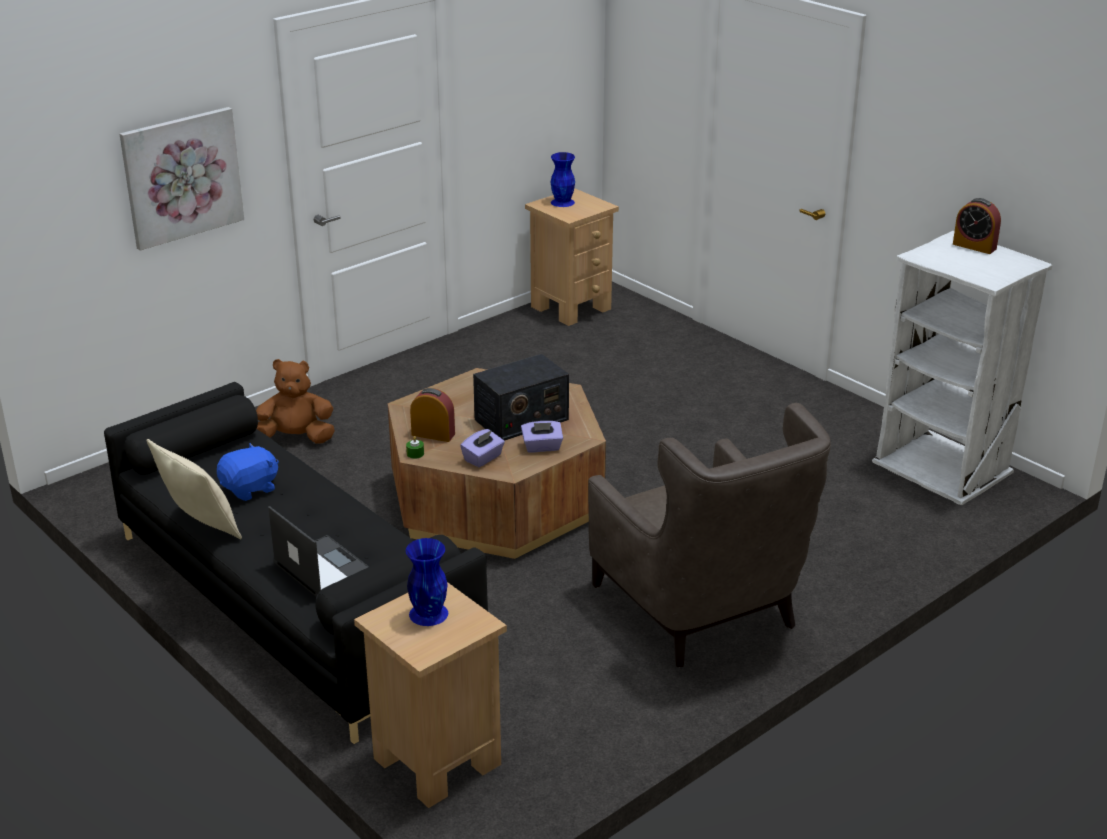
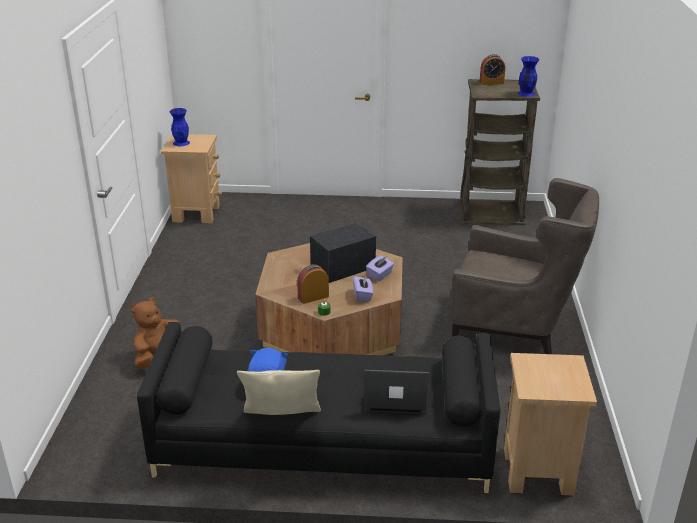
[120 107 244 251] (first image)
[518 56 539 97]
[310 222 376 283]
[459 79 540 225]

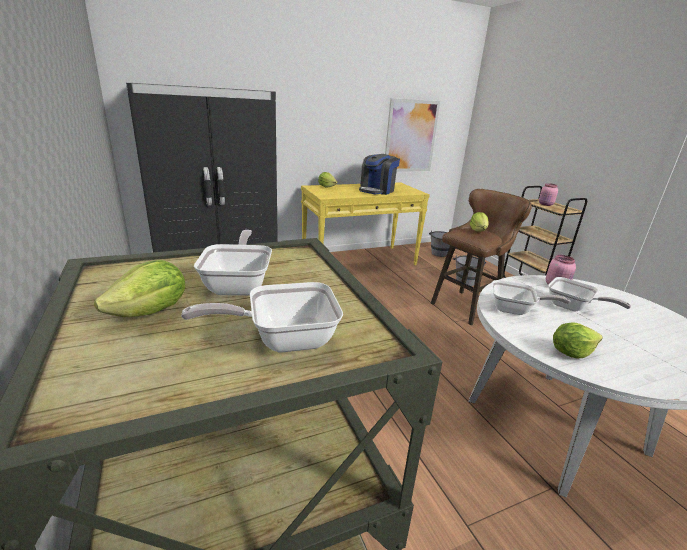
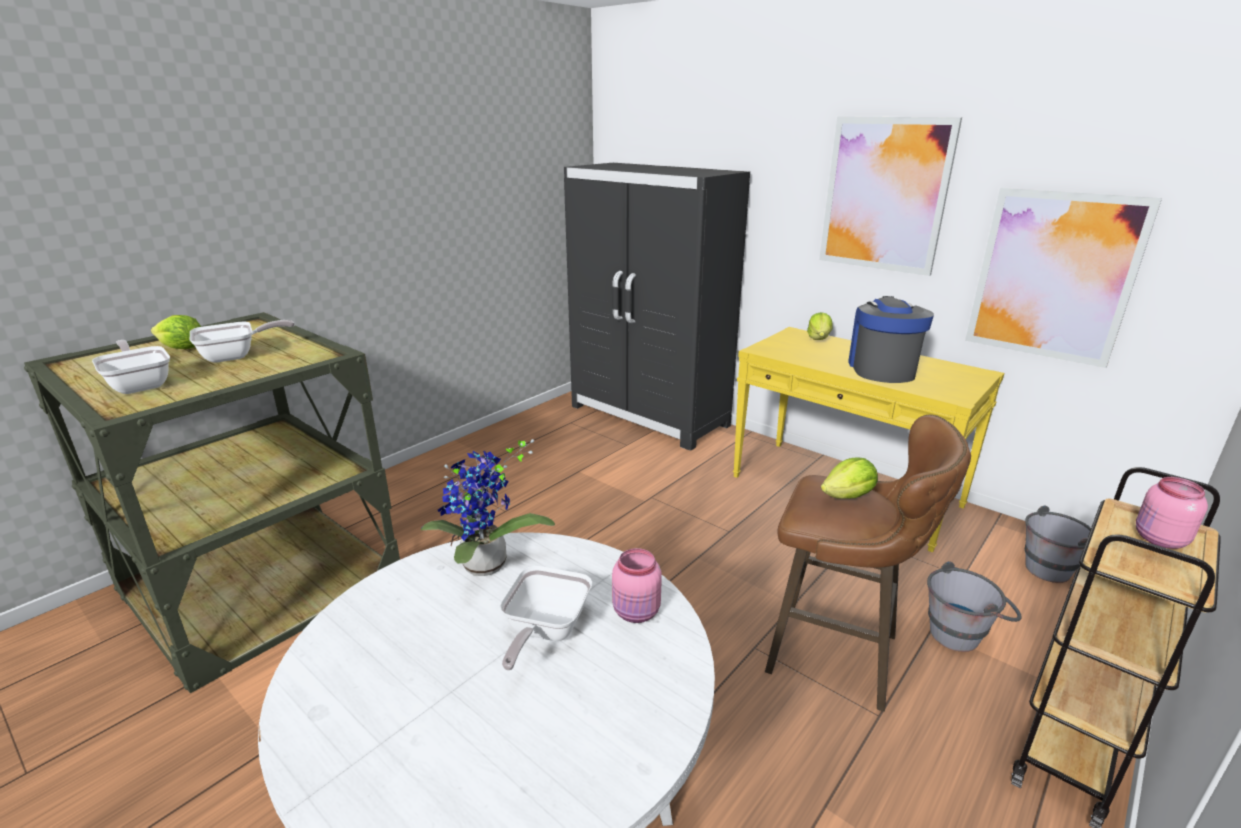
[848 296 934 383]
[421 439 555 576]
[553 323 603 358] (first image)
[819 116 962 276]

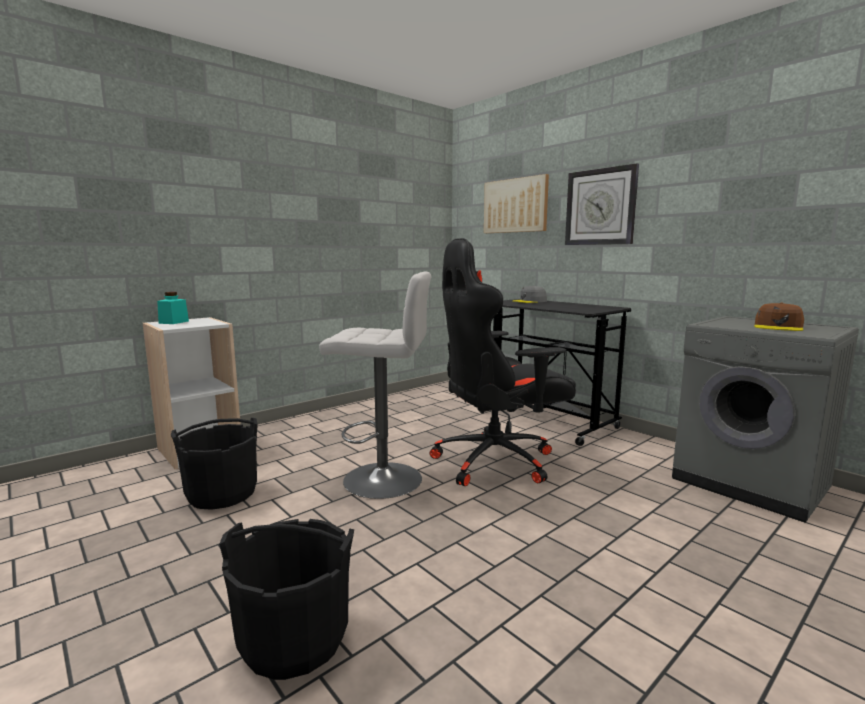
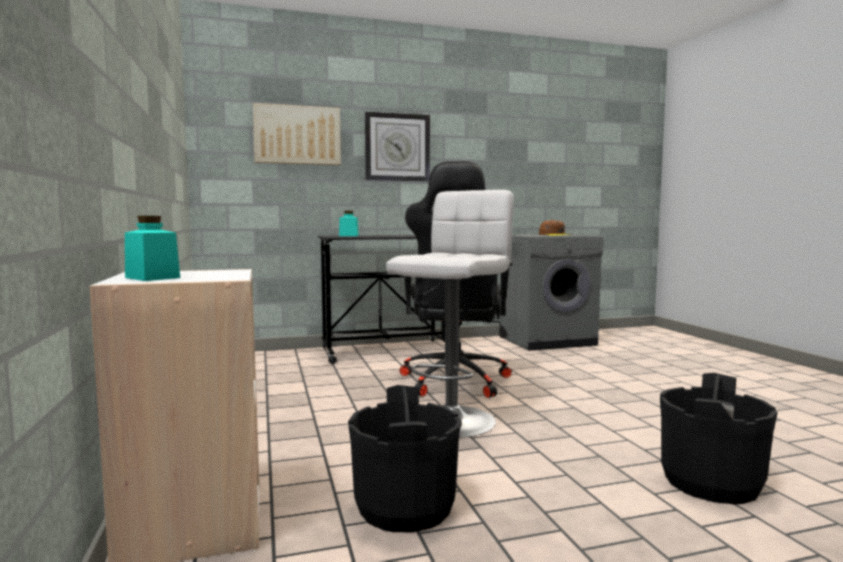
[339 211 359 236]

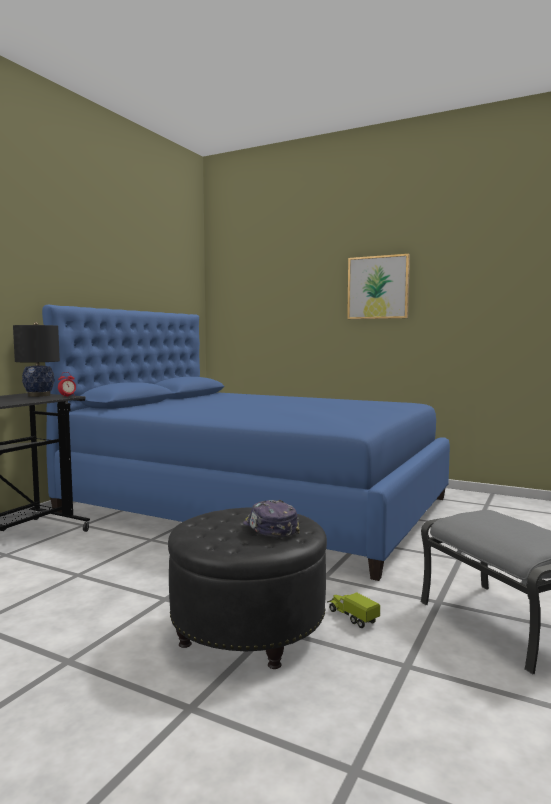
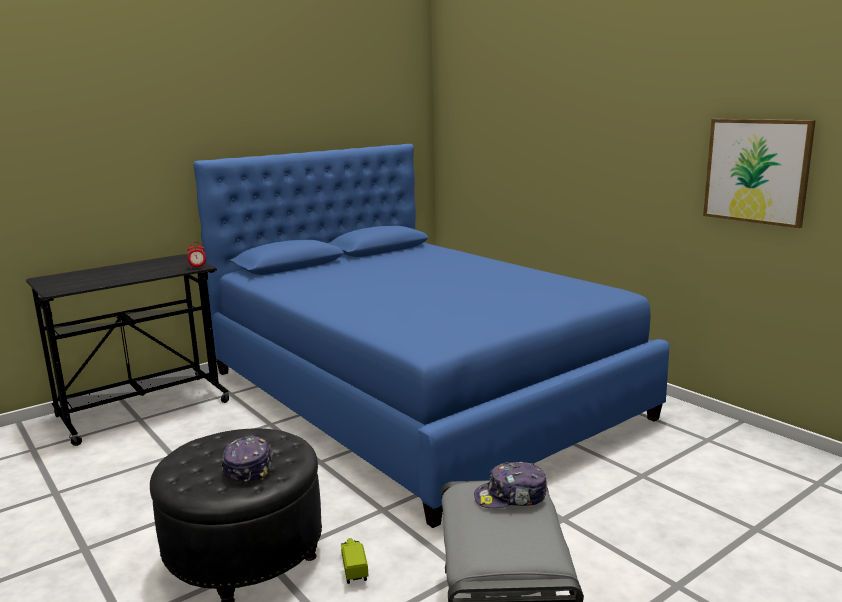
[13 322 60 397] (first image)
[703 119 816 228]
[474 462 547 508]

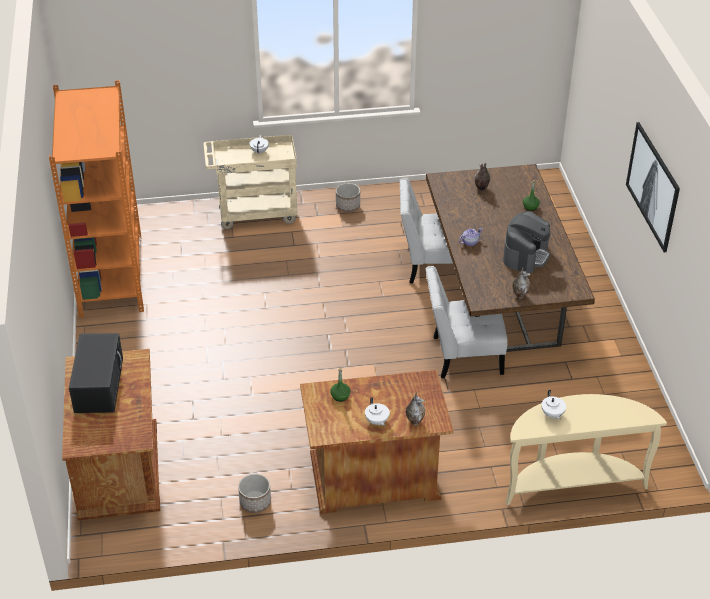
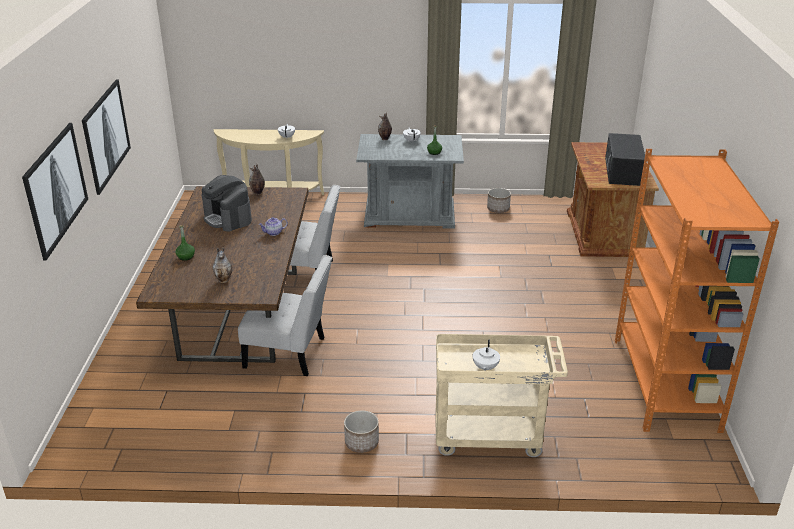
[356 134 464 229]
[202 175 252 232]
[22 123 88 260]

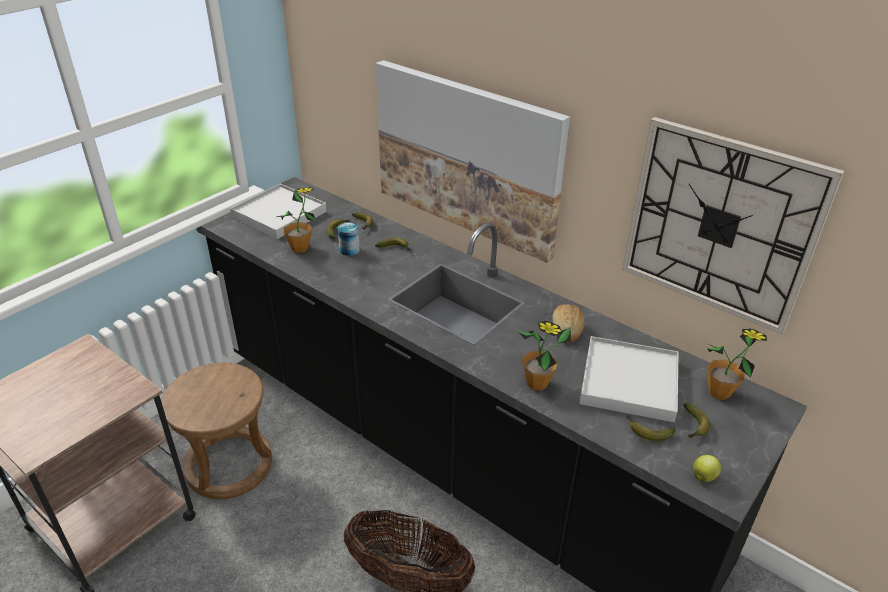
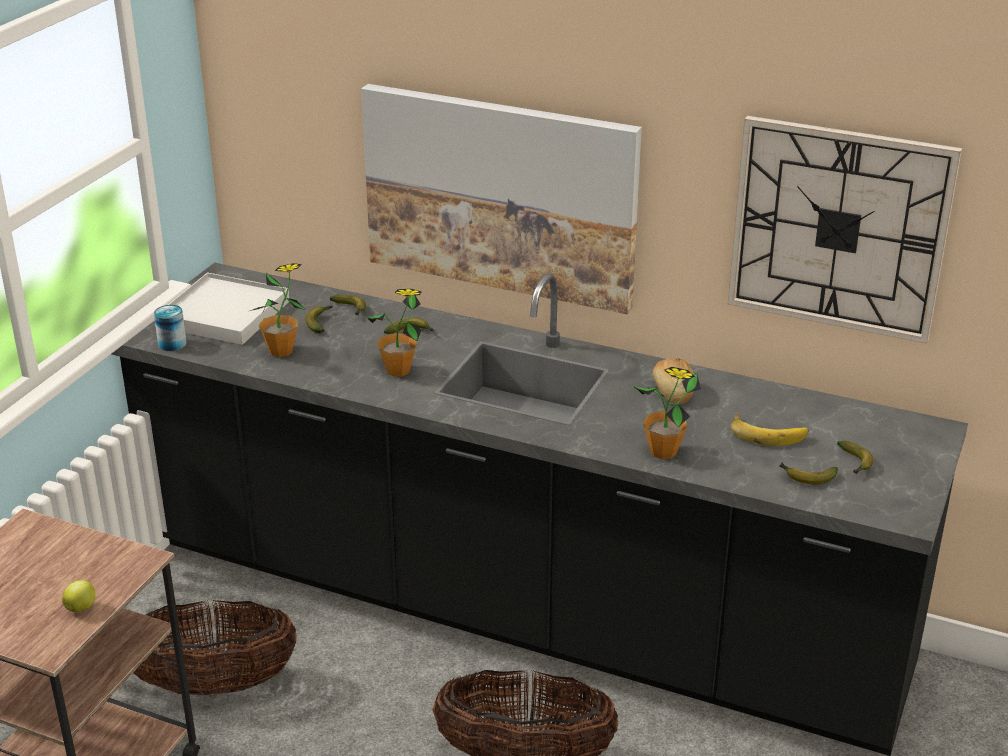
[133 600 297 696]
[154 305 187 351]
[731 412 809 446]
[62 580 95 612]
[366 289 422 377]

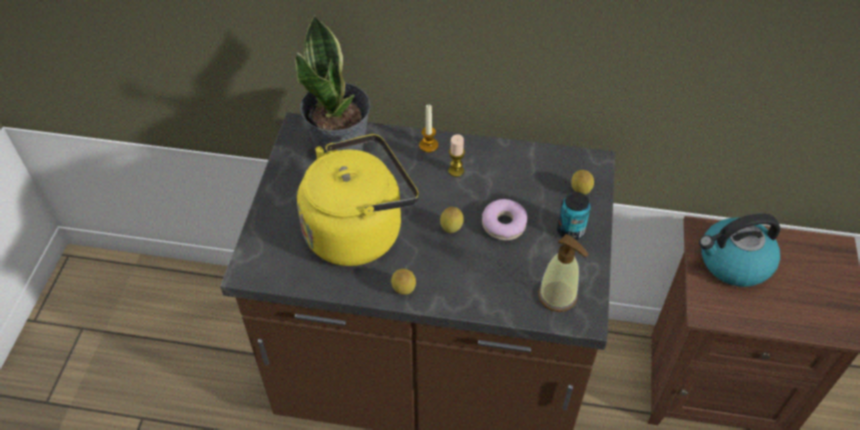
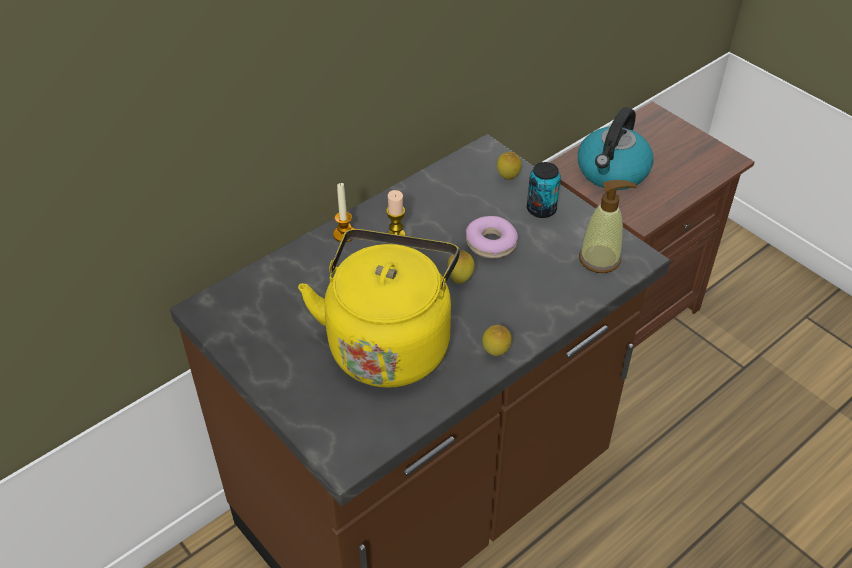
[295 14 371 153] (first image)

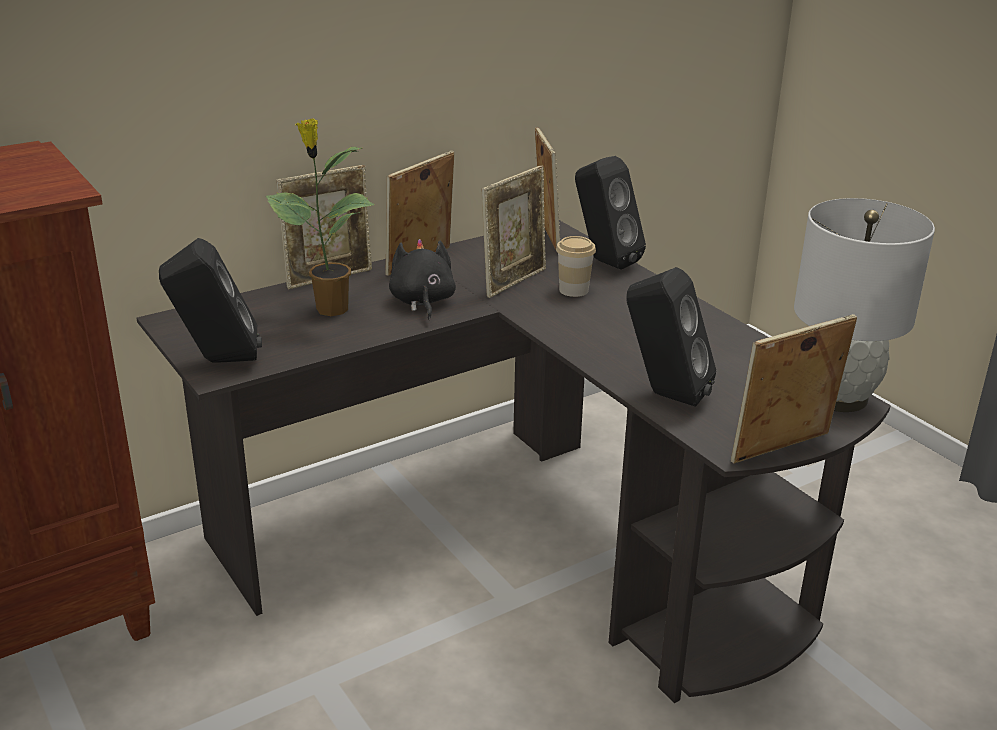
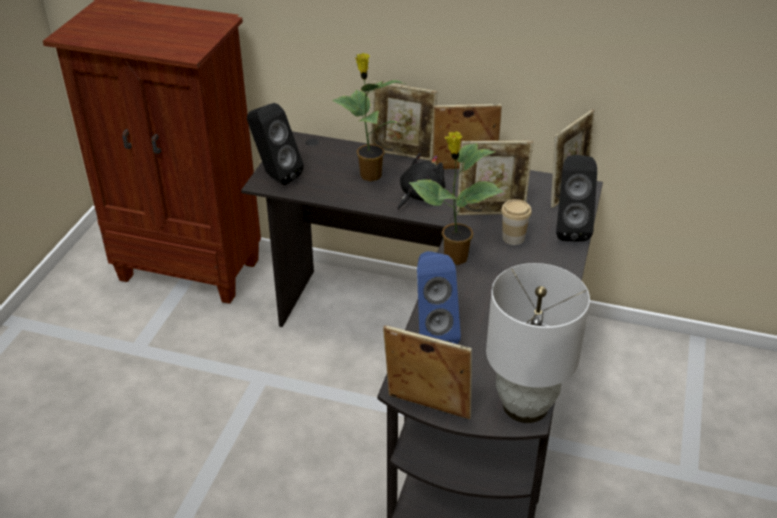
[417 251 461 344]
[409 131 504 265]

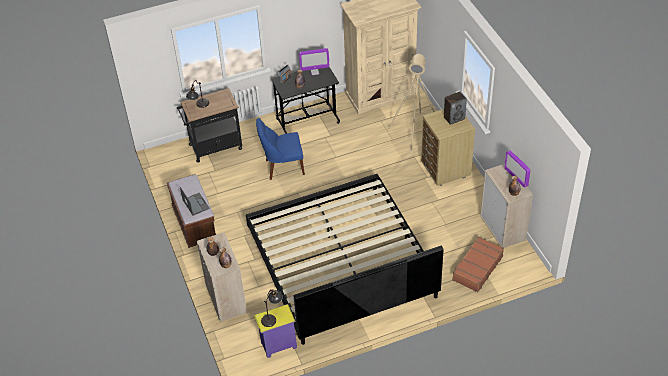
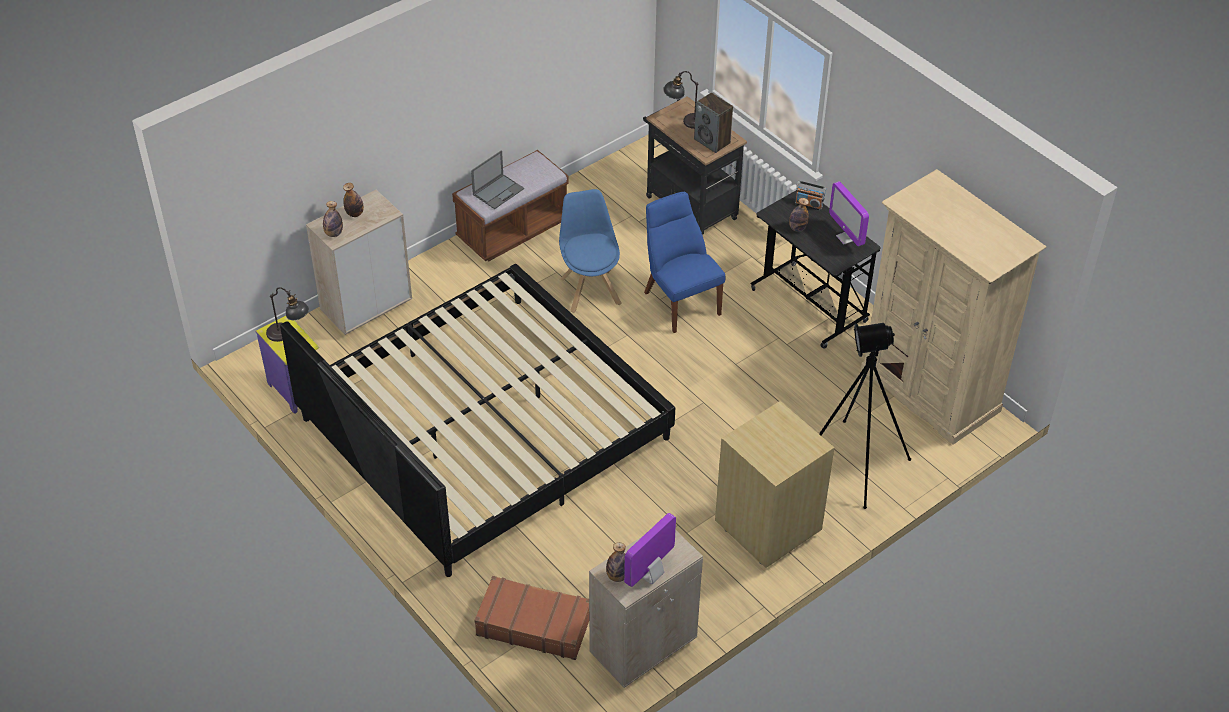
[819 323 911 509]
[694 93 733 153]
[559 189 621 313]

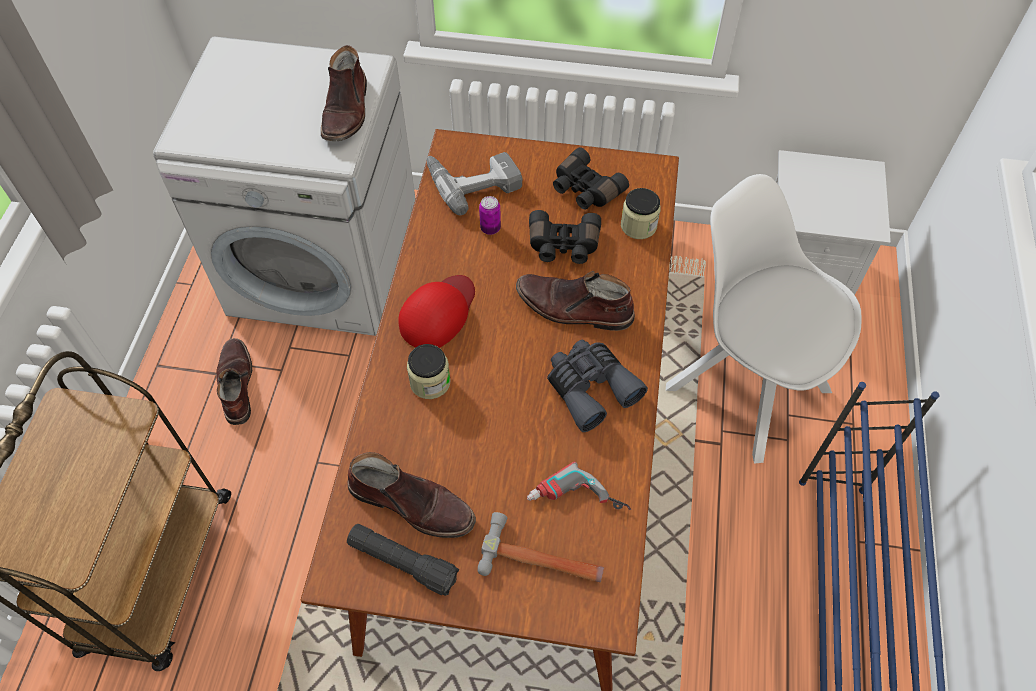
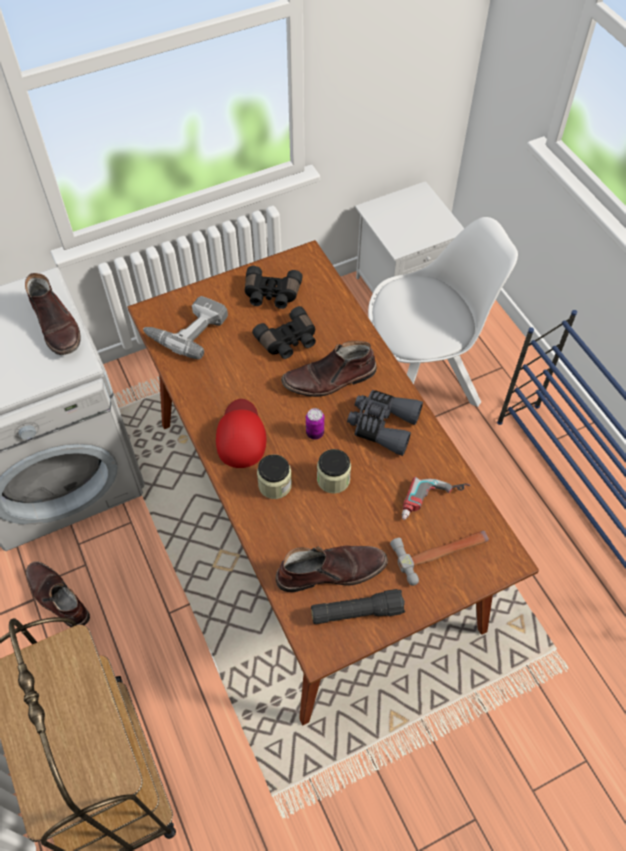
[306 408 324 440]
[317 449 351 494]
[368 217 518 407]

